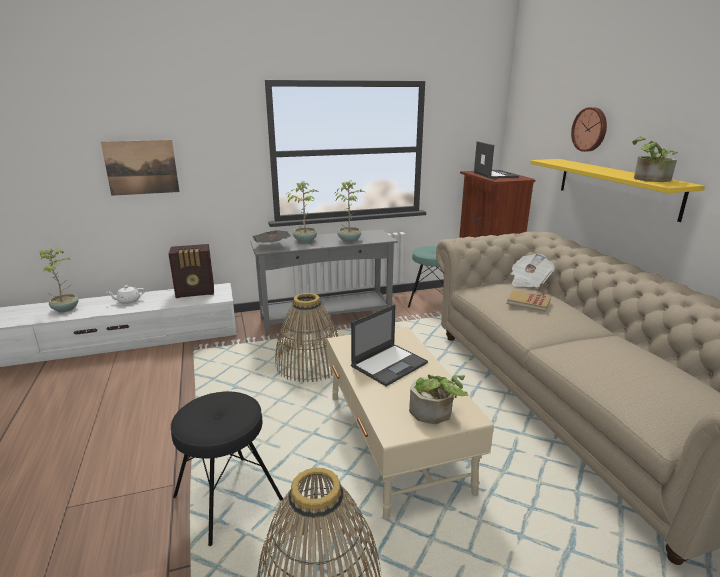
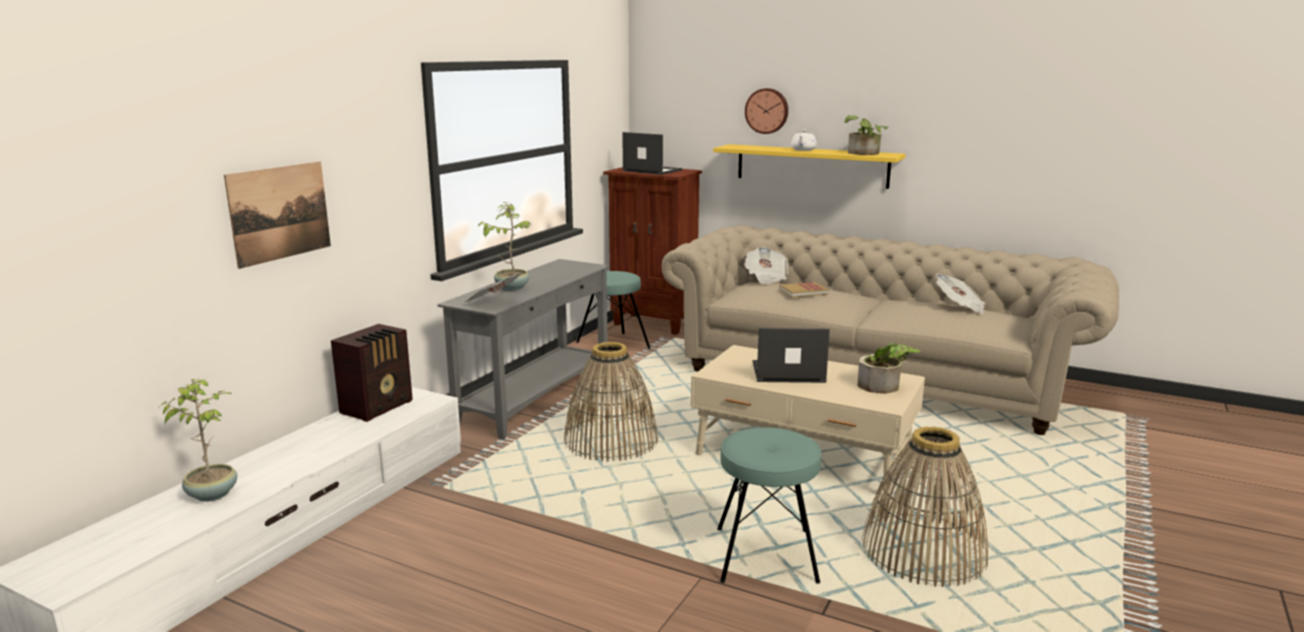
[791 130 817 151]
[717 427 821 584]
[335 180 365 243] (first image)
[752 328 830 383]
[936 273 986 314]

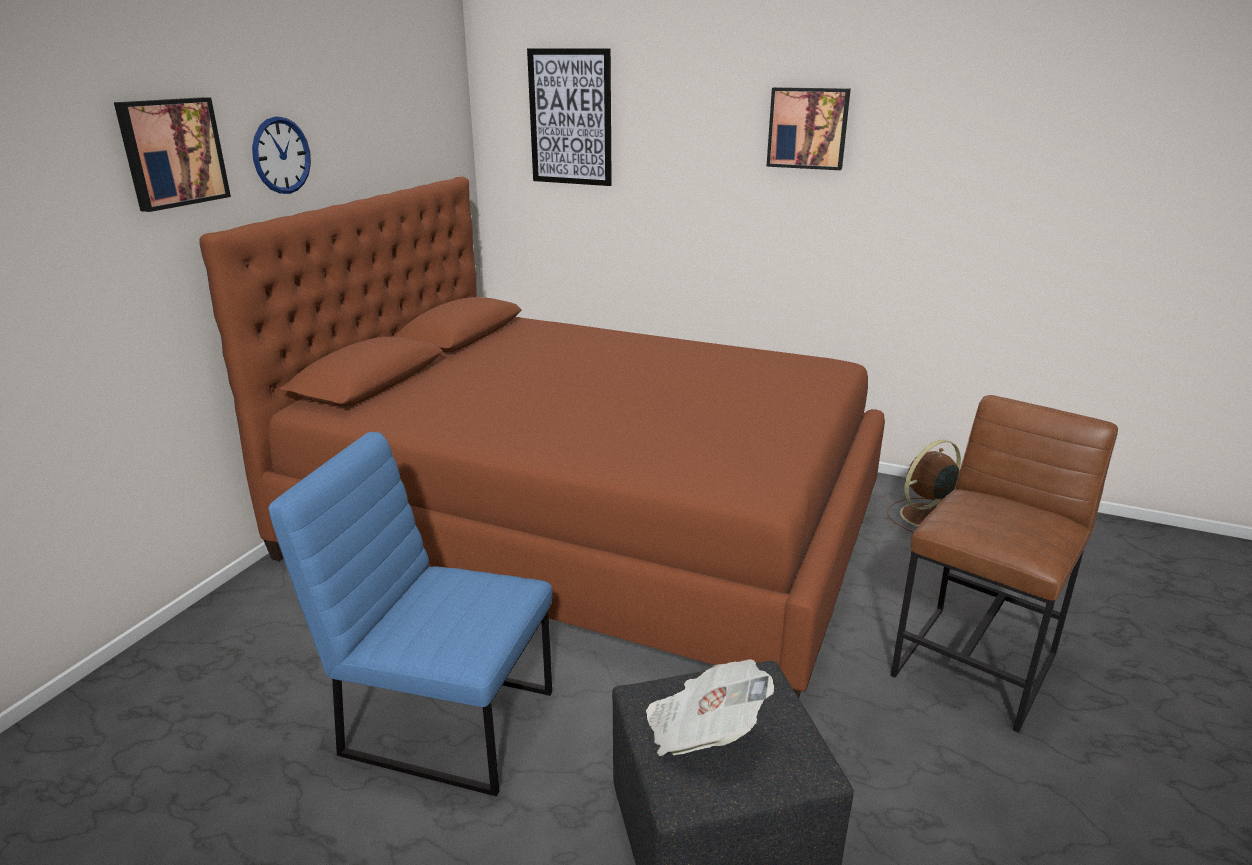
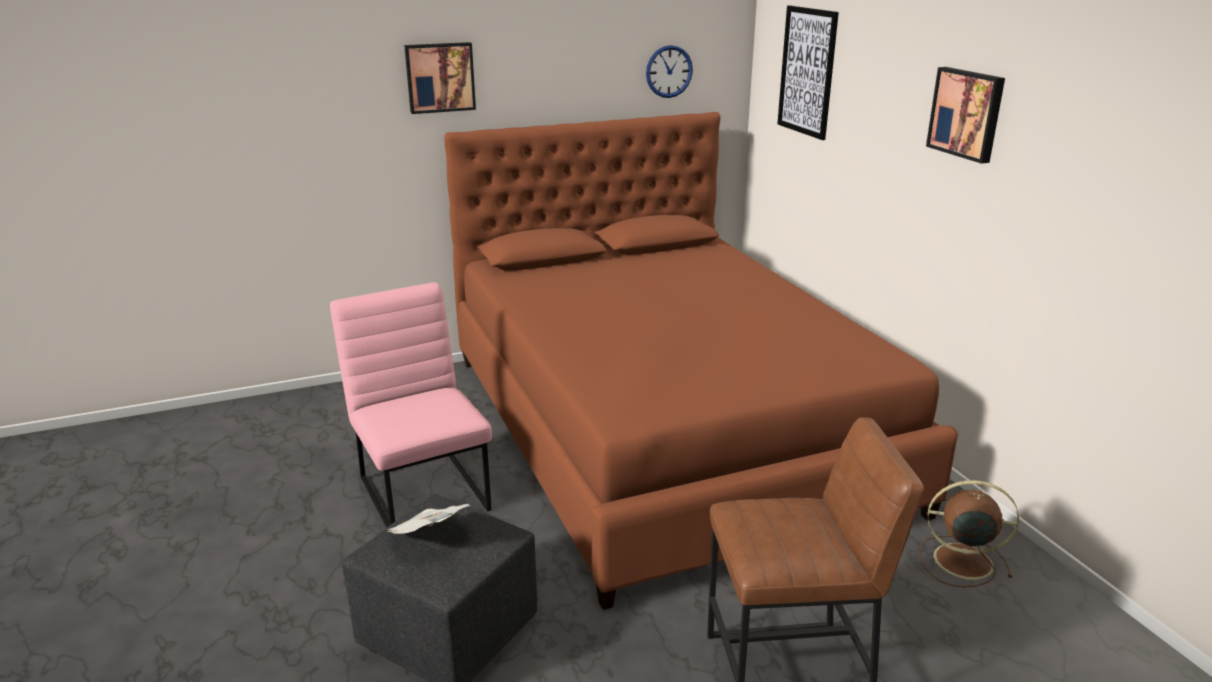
[646 45 693 98]
[330 282 492 528]

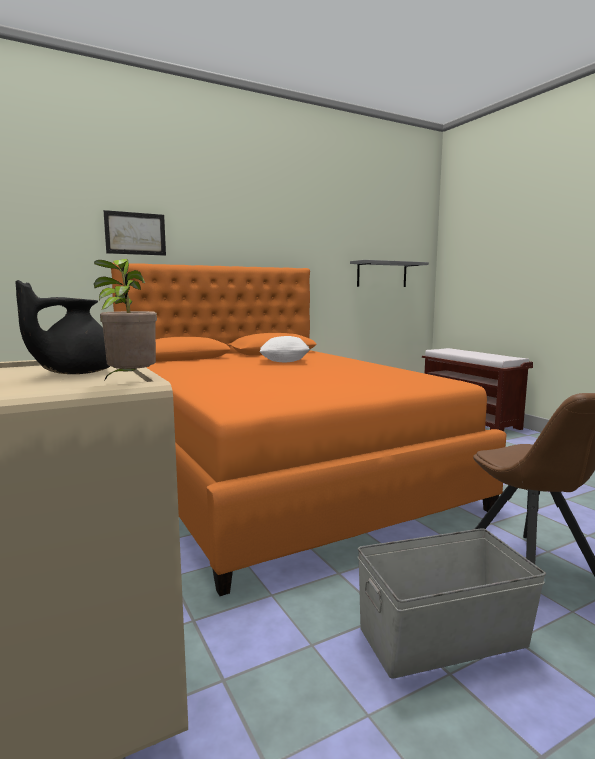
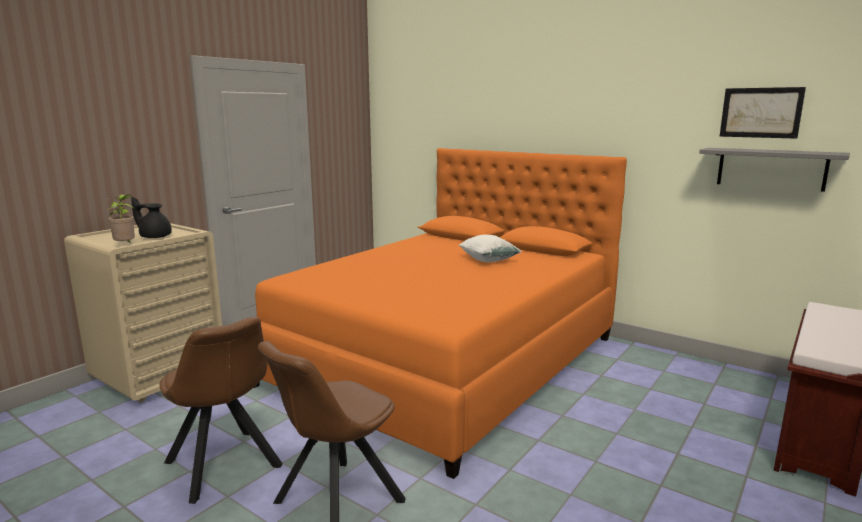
[719 87 806 139]
[159 317 283 504]

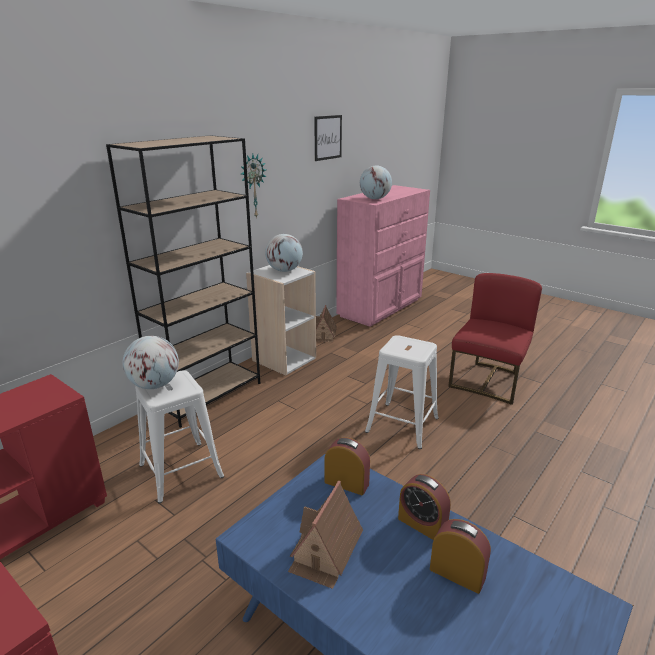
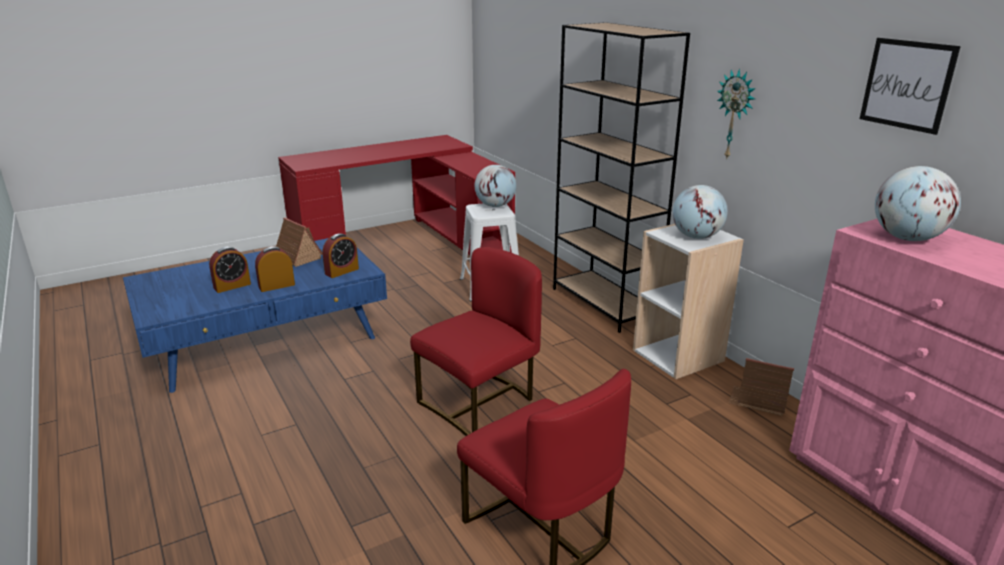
[410 247 542 436]

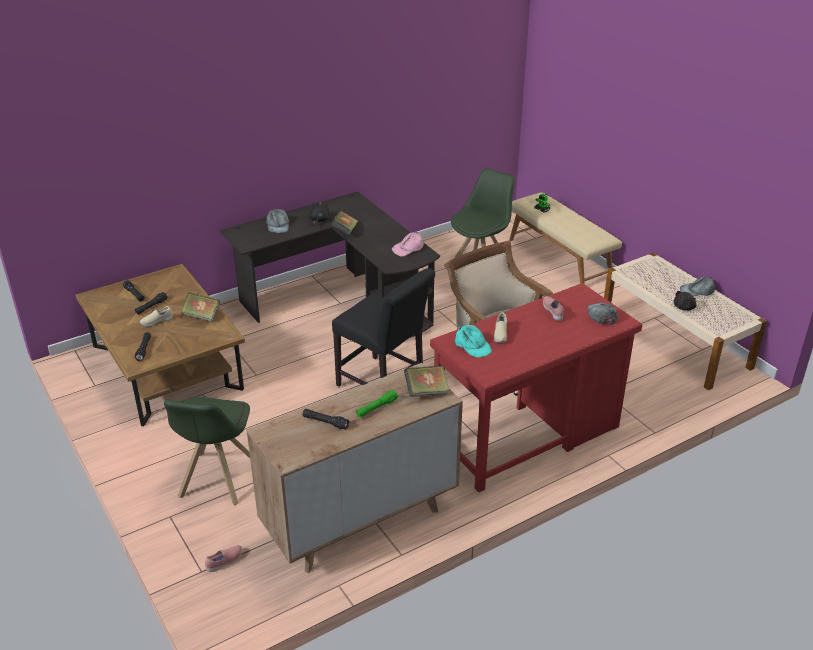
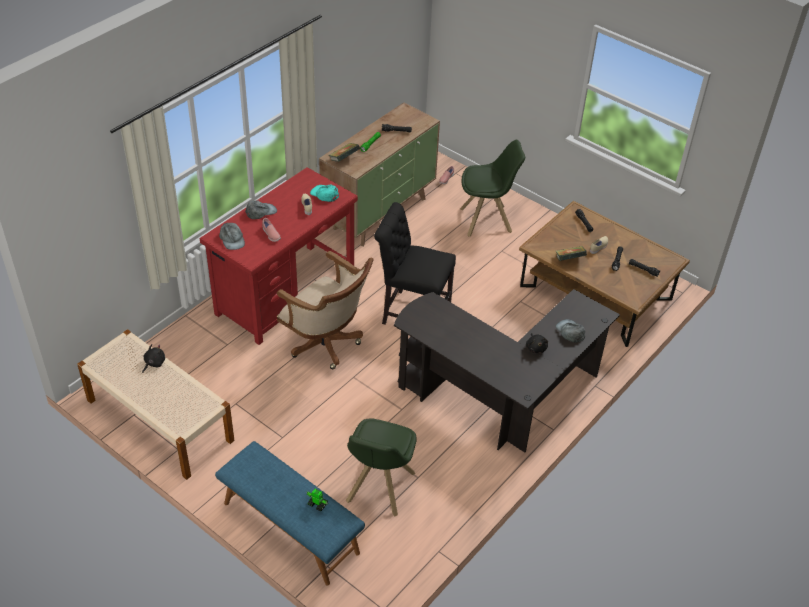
[460 140 525 237]
[331 211 358 235] (first image)
[392 232 424 257] (first image)
[215 441 365 585]
[245 200 277 219]

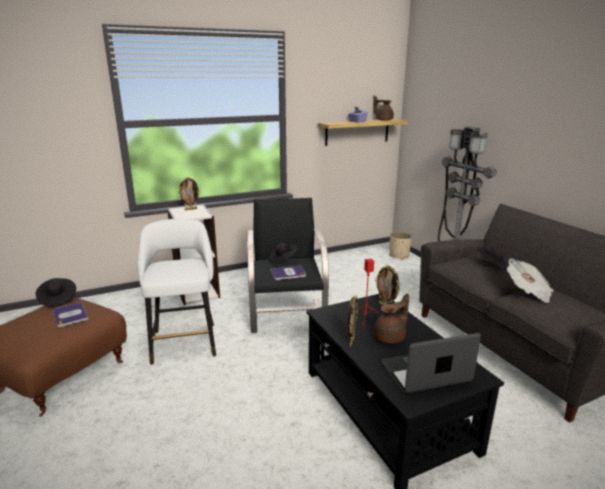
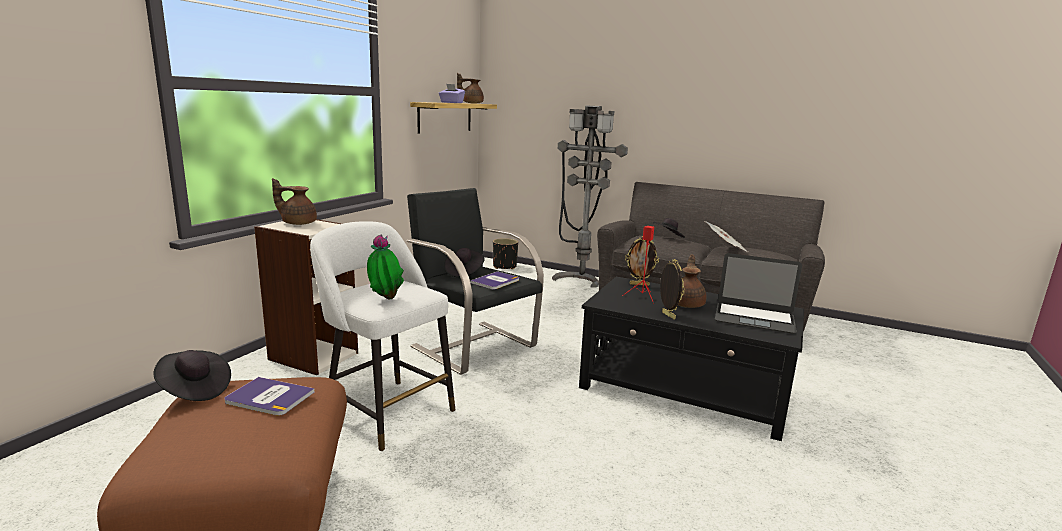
[272 178 317 225]
[715 253 802 334]
[493 238 518 270]
[367 235 404 300]

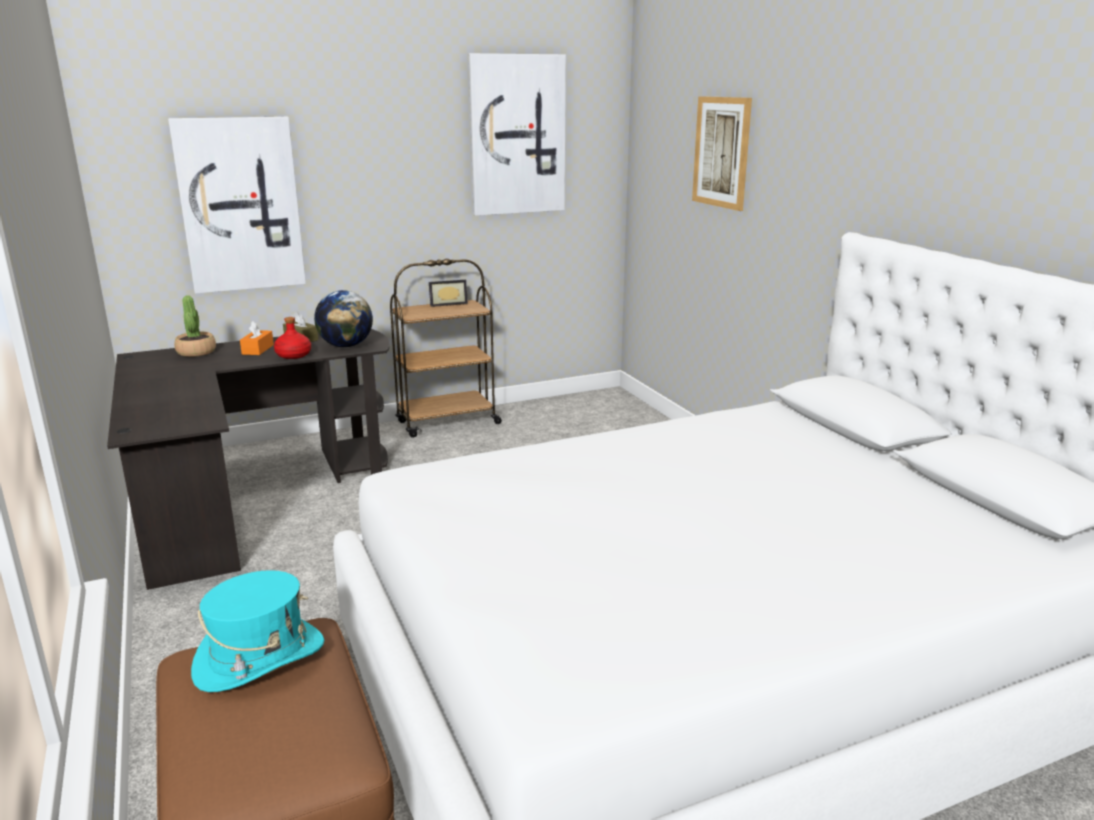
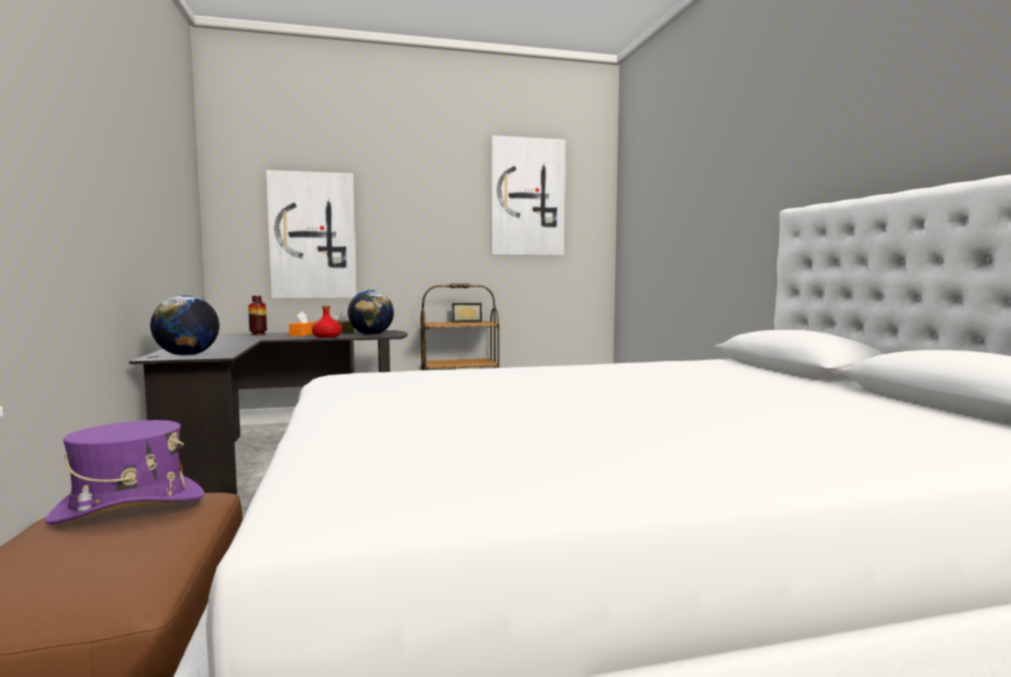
[248 295 267 335]
[45 420 205 525]
[692 96 752 211] (first image)
[150 295 219 356]

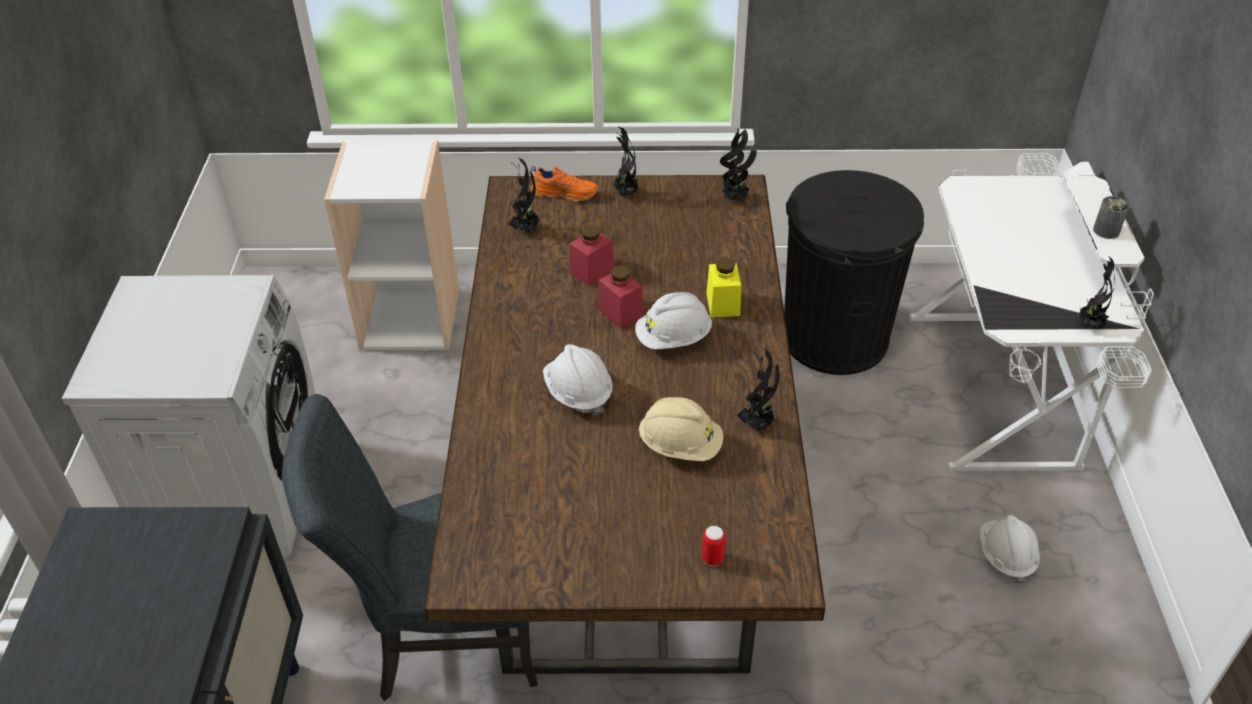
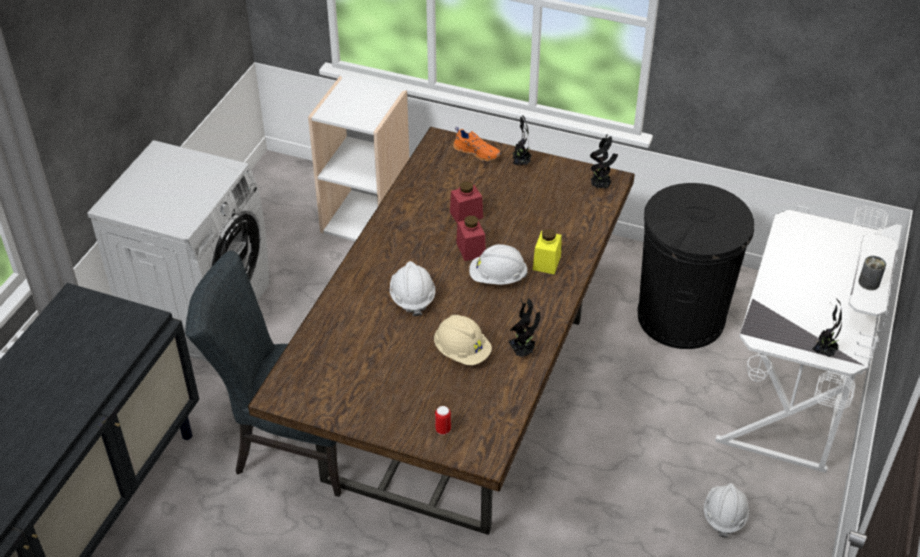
[508 157 540 232] (first image)

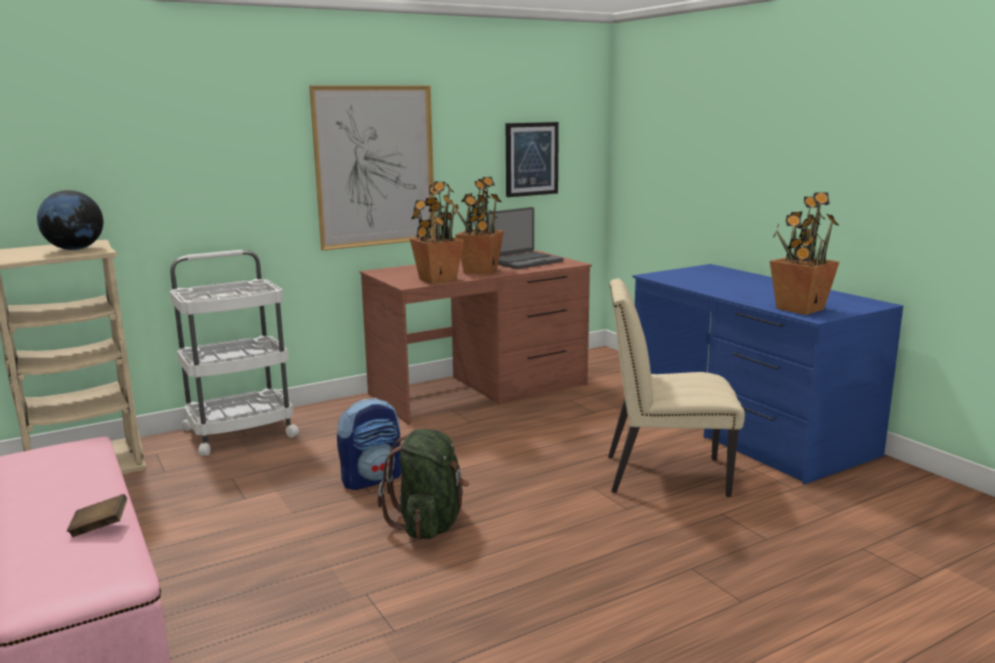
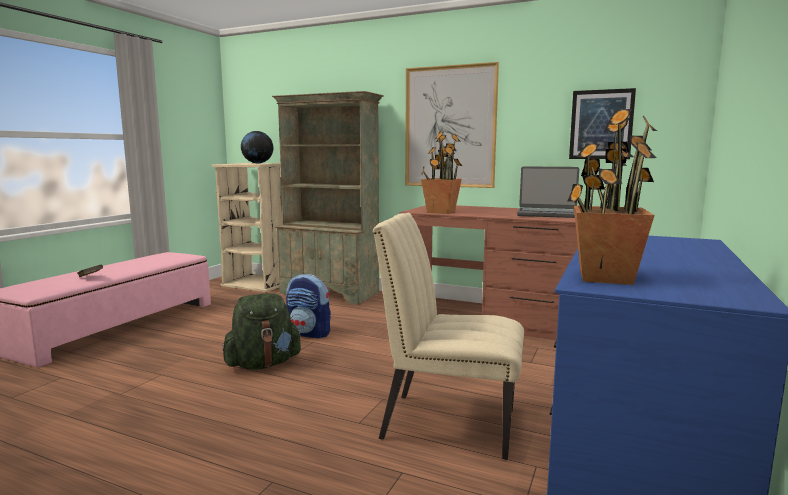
[272 91 384 304]
[454 177 504 275] (first image)
[373 213 524 460]

